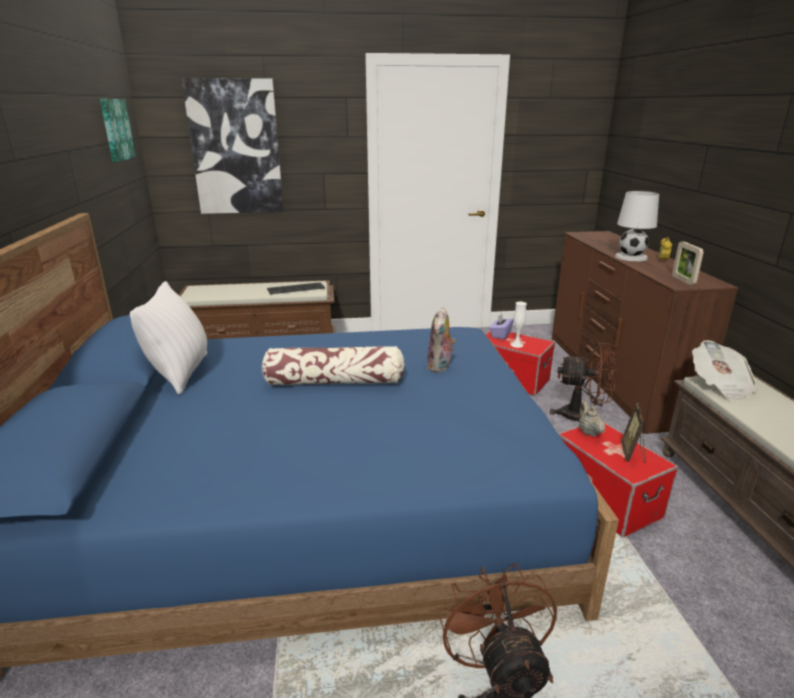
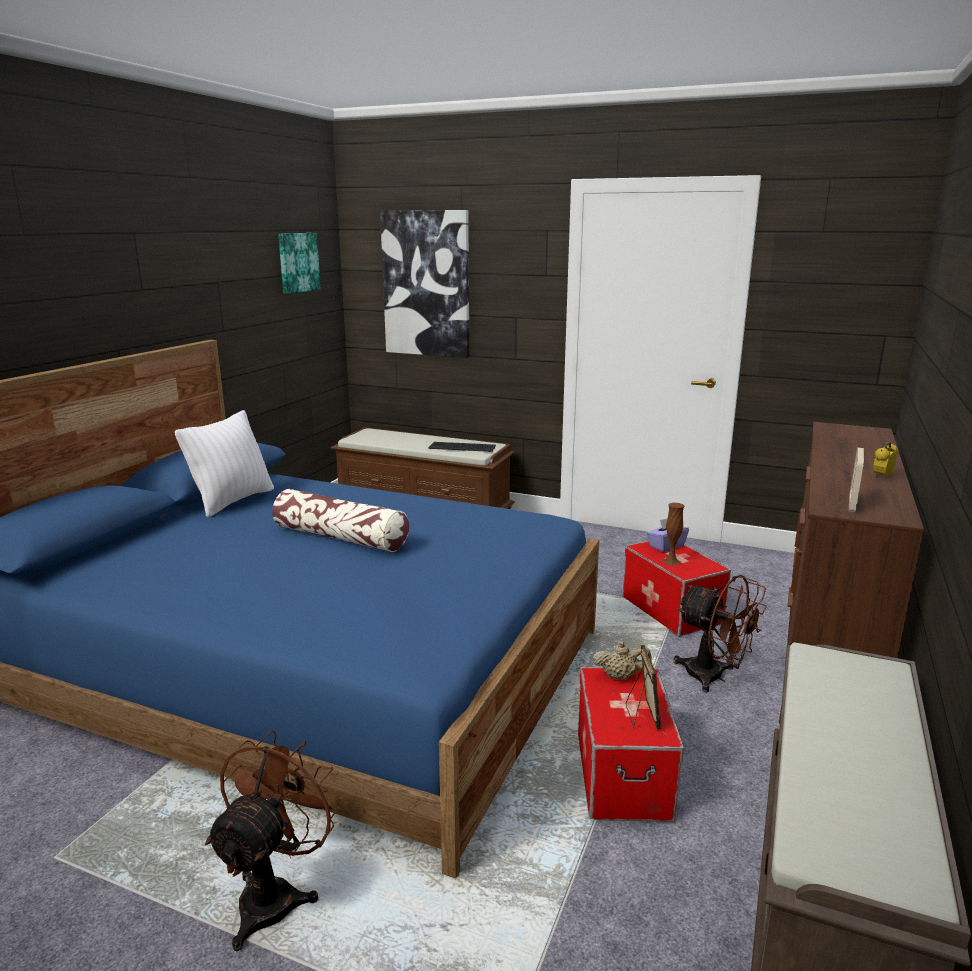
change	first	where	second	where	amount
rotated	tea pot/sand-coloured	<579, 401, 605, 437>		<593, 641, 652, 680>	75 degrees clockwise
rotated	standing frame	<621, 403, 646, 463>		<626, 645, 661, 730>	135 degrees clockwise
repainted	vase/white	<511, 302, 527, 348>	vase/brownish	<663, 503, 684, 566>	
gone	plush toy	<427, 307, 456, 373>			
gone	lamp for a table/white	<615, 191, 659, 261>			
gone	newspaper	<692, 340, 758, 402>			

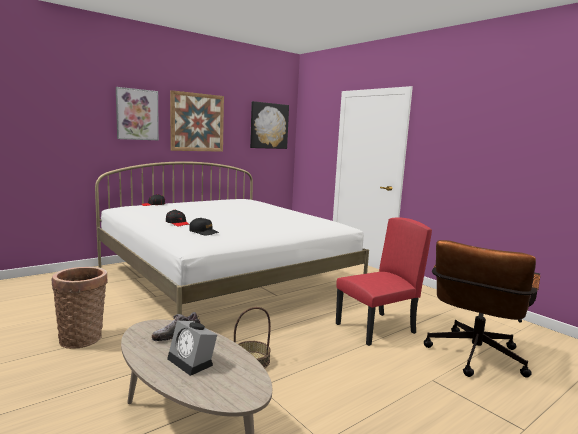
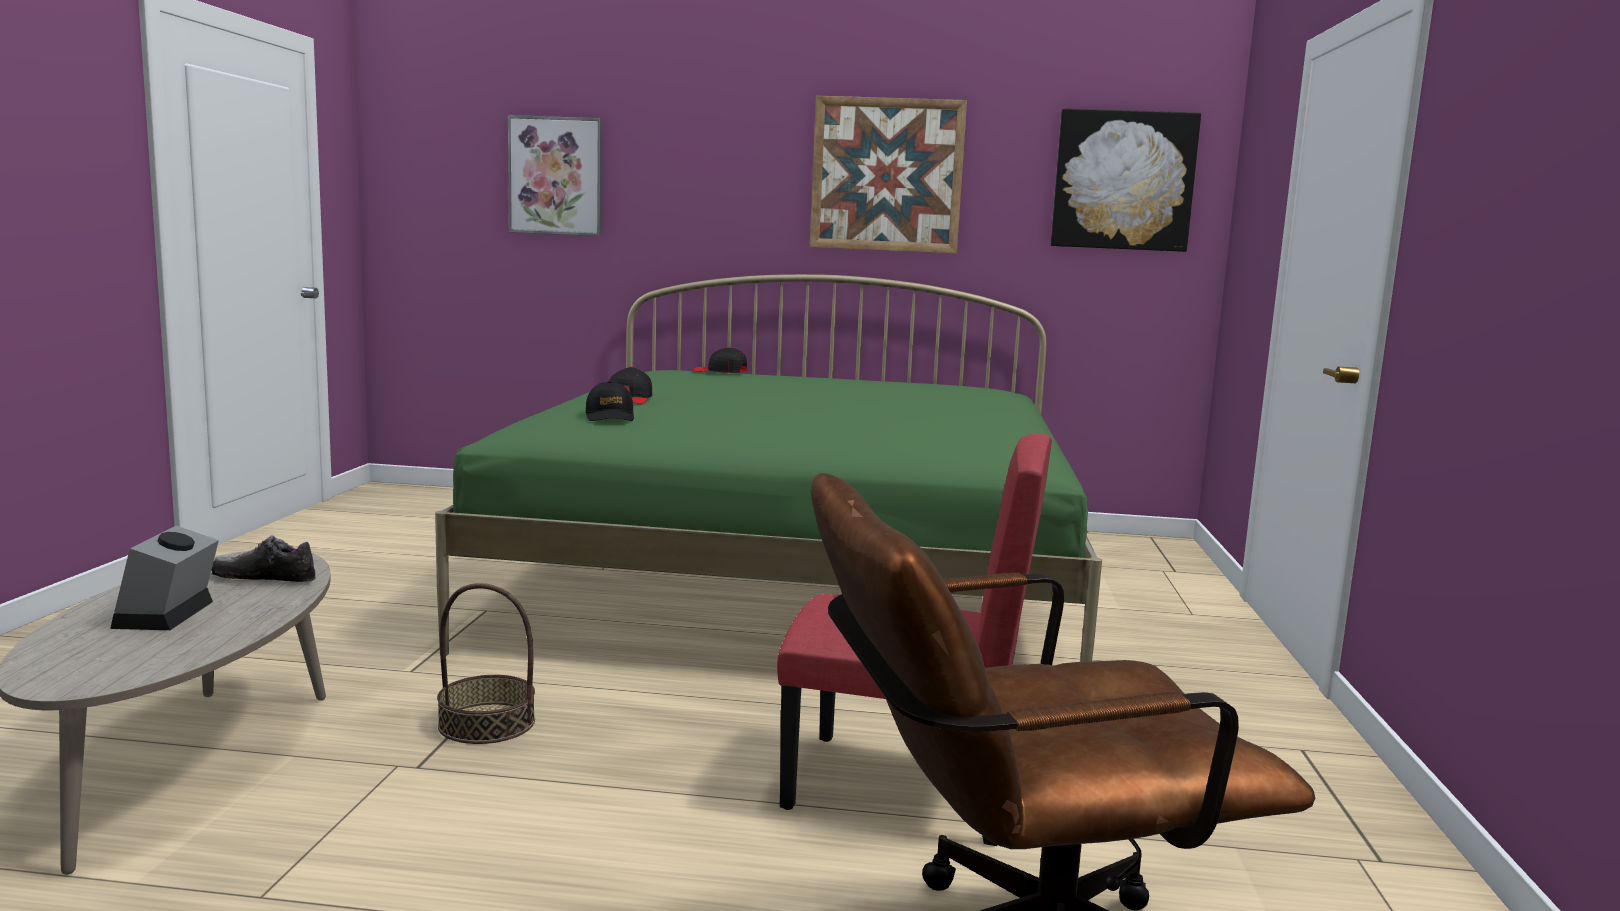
change	first	where	second	where	amount
repainted	sleeping bed/white	<95, 161, 369, 315>	sleeping bed/greenish	<435, 274, 1102, 662>	
shifted	picture	<116, 87, 159, 140>		<508, 115, 602, 236>	
gone	household basket	<51, 267, 108, 349>			

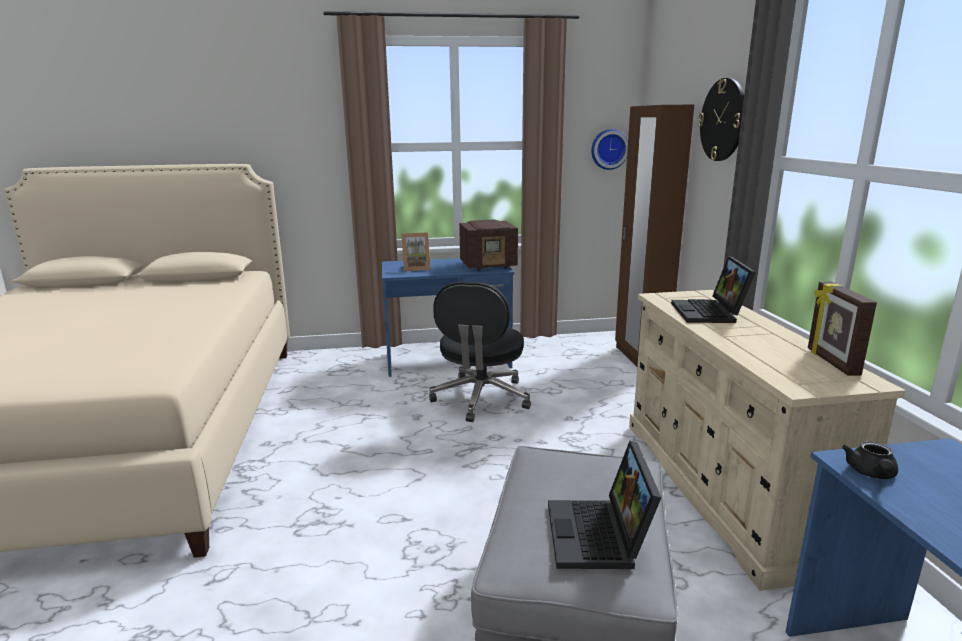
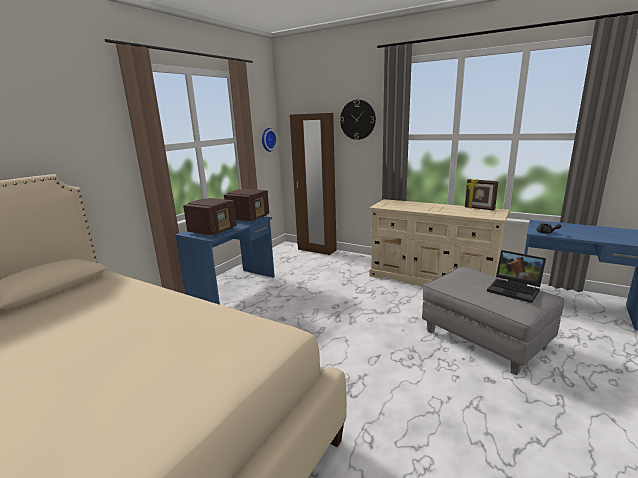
change	first	where	second	where	amount
swapped	standing frame	<401, 232, 431, 271>	radio receiver	<183, 198, 237, 236>	
gone	office chair/blackish	<429, 281, 531, 422>			
gone	laptop	<671, 256, 756, 323>			

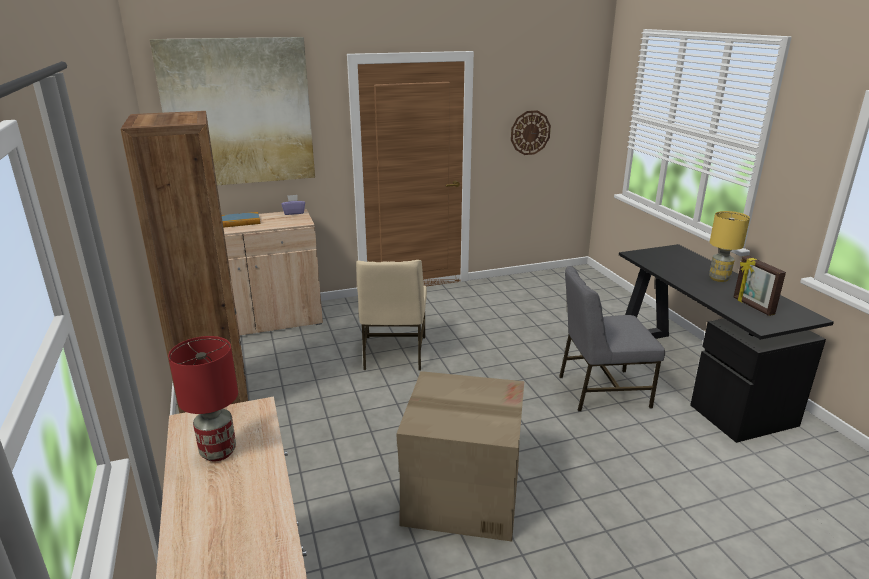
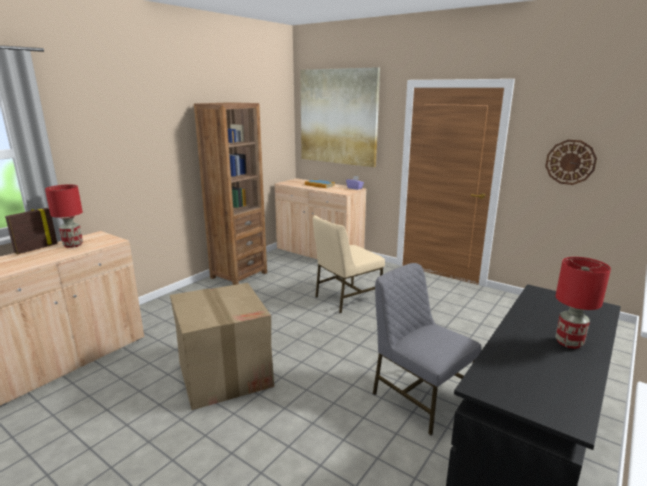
change	first	where	second	where	amount
shifted	standing frame	<734, 256, 786, 316>		<5, 208, 58, 254>	
repainted	lamp for a table/yellowish	<709, 211, 750, 282>	lamp for a table/reddish	<556, 257, 611, 349>	

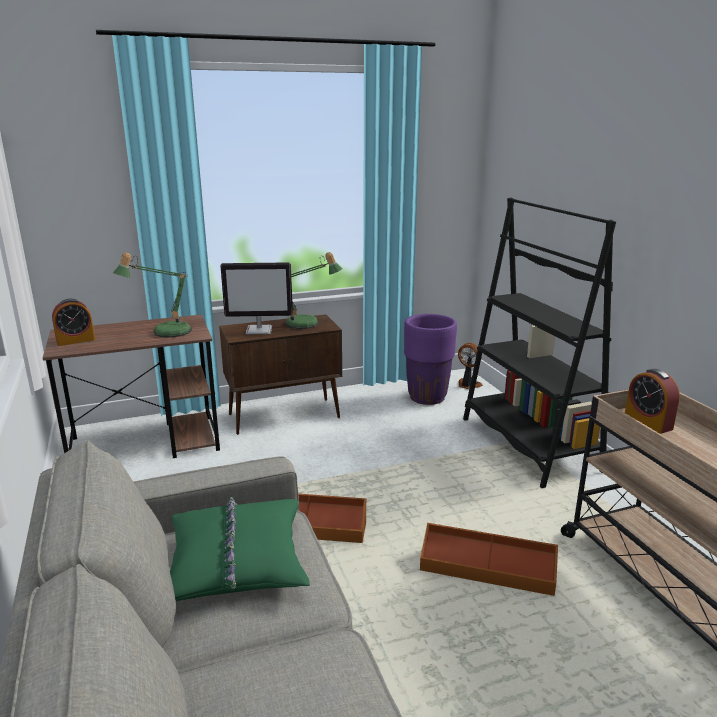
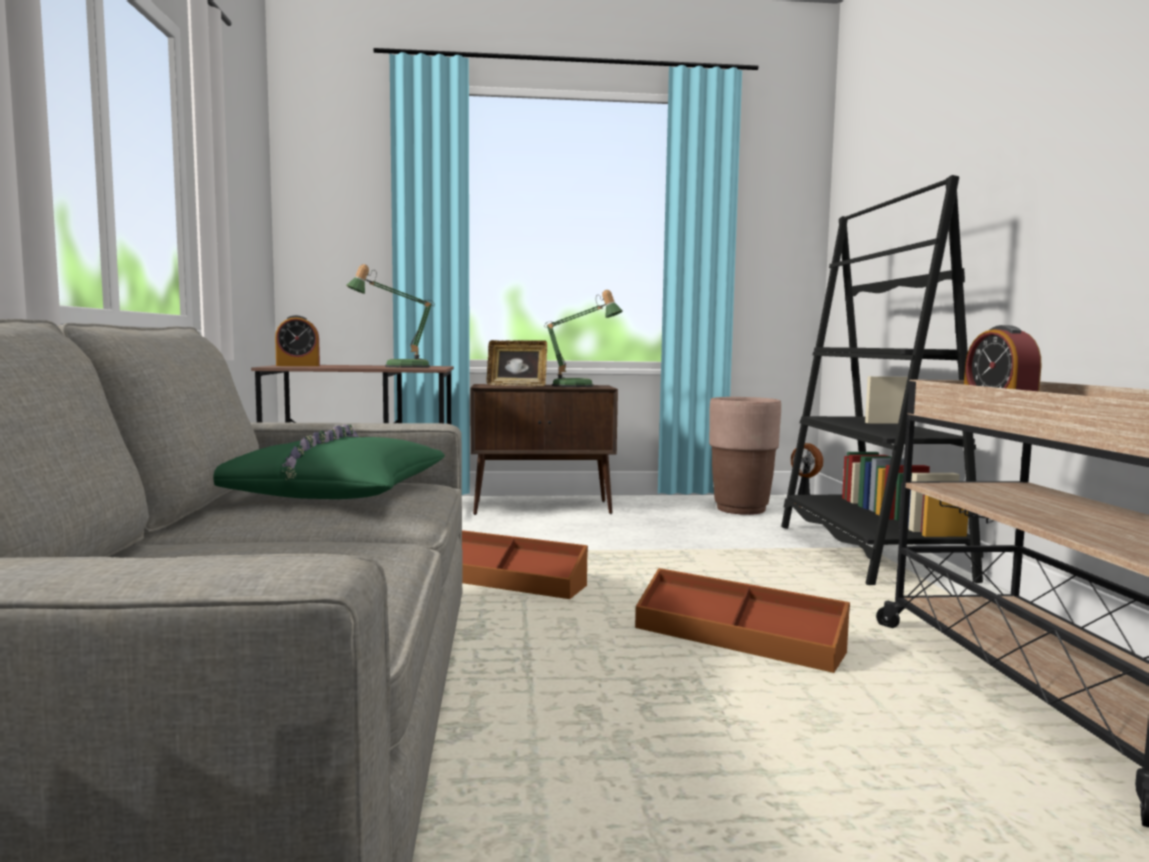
change	first	where	second	where	amount
swapped	monitor	<220, 262, 293, 335>	standing frame	<486, 340, 547, 387>	
repainted	planter/purple-coloured	<404, 314, 457, 405>	planter/brownish	<709, 397, 781, 515>	

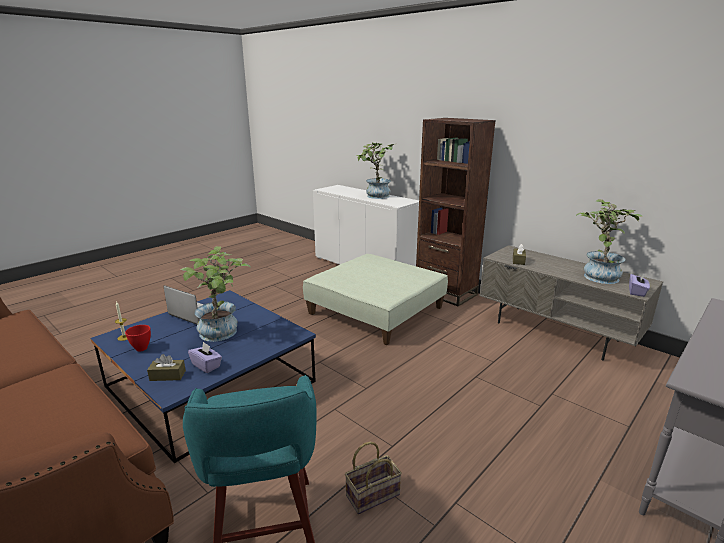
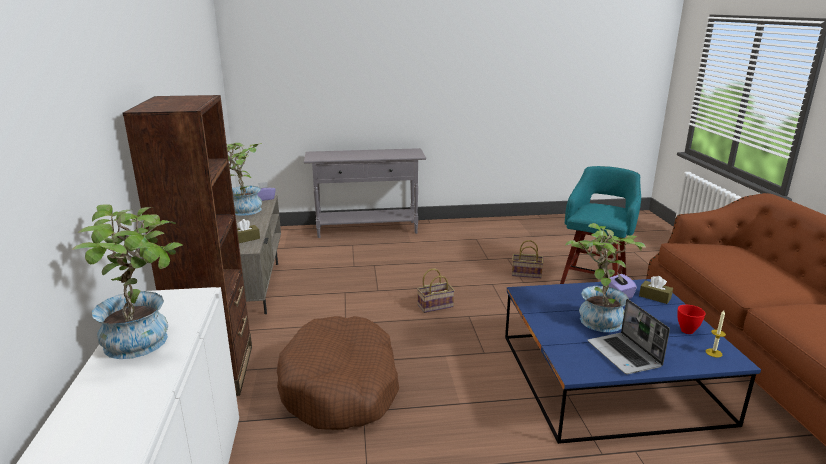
change	first	where	second	where	amount
swapped	ottoman/greenish	<303, 254, 448, 345>	pet bed/brownish	<277, 316, 399, 430>	
new			household basket	<417, 269, 455, 313>	

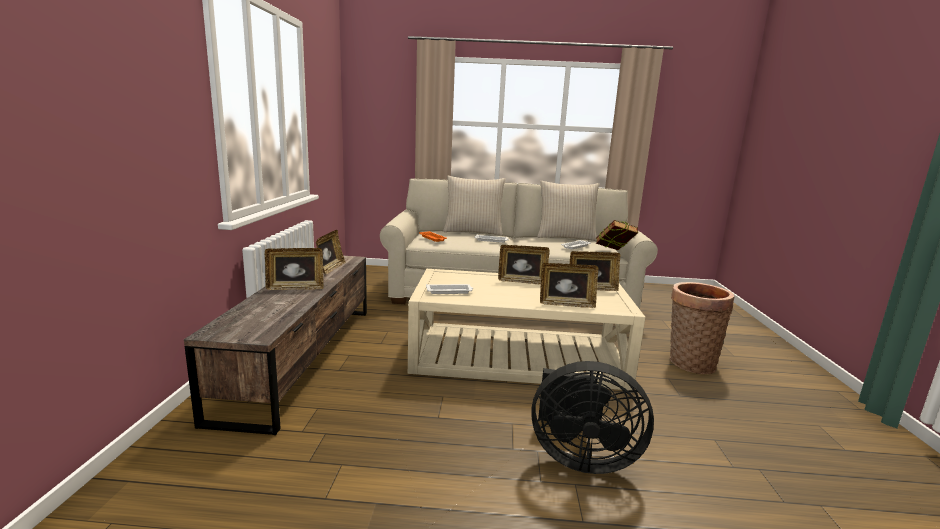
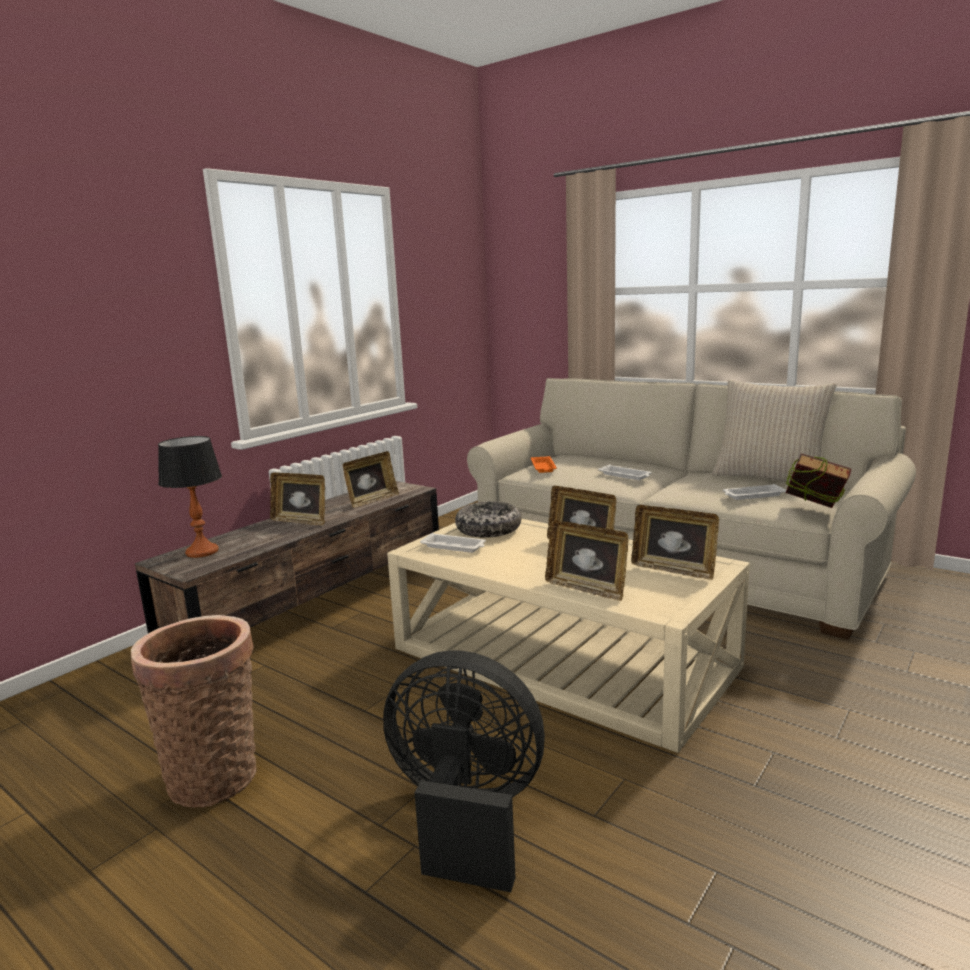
change	first	where	second	where	amount
shifted	household basket	<670, 282, 735, 374>		<131, 615, 256, 807>	
new			lamp for a table	<158, 436, 222, 558>	
rotated	cooling fan/blackish	<532, 361, 654, 474>		<383, 650, 545, 892>	150 degrees clockwise
new			bowl	<455, 501, 521, 538>	
gone	throw pillow/sand-coloured	<443, 176, 506, 236>			

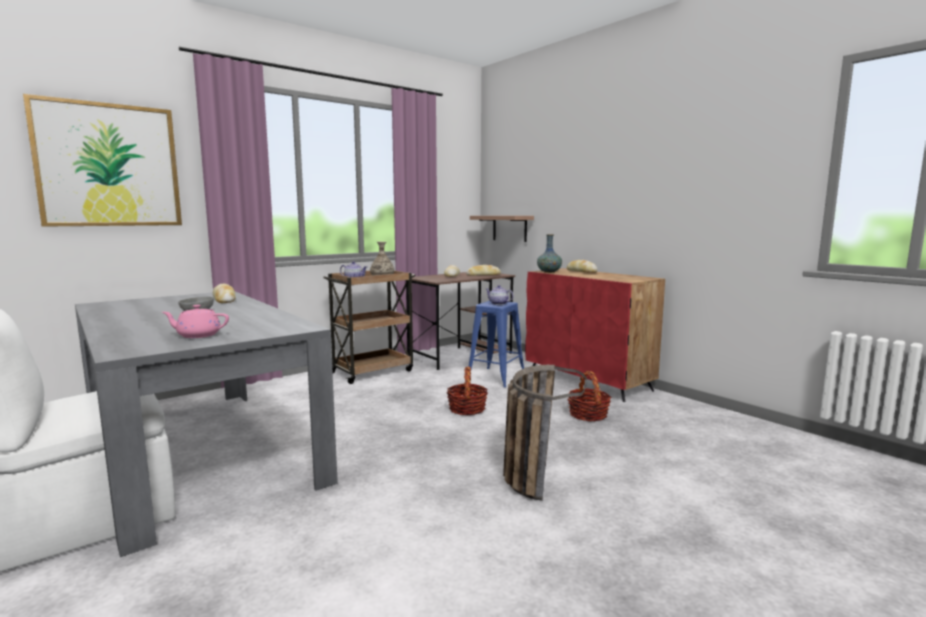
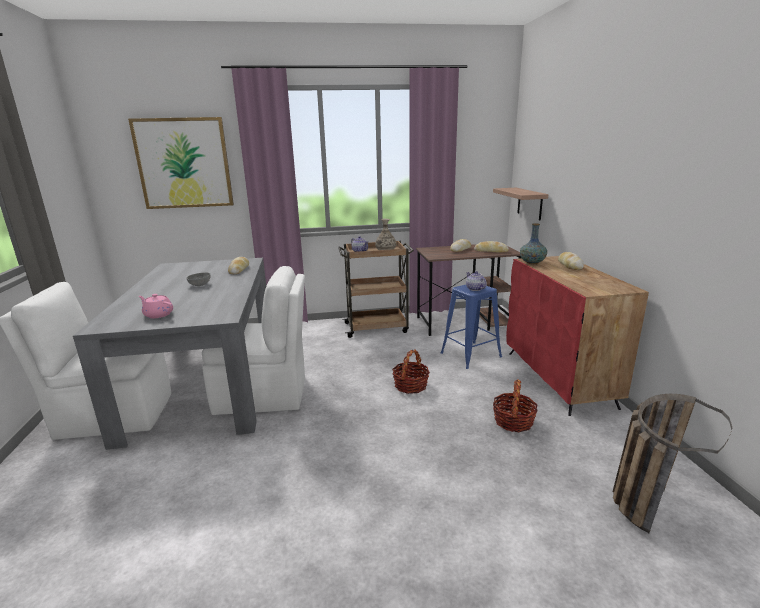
change	first	where	second	where	amount
new			chair/white	<202, 266, 305, 415>	
shifted	household basket	<503, 365, 587, 501>		<613, 394, 732, 533>	

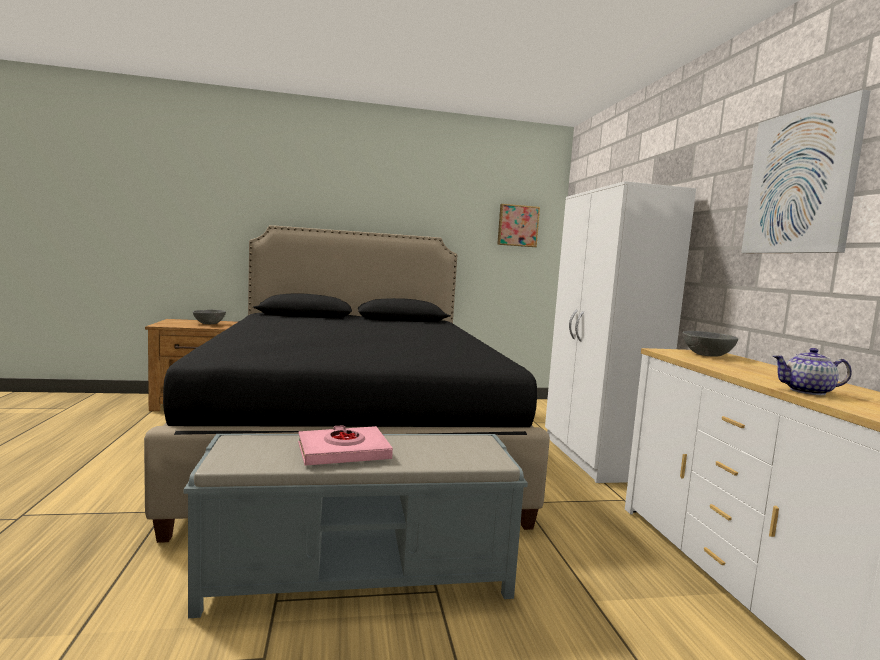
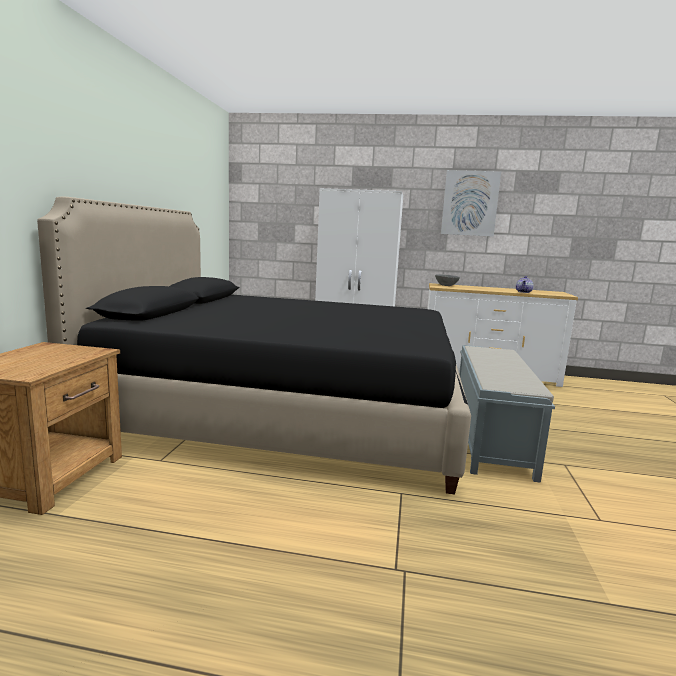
change	first	where	second	where	amount
gone	bowl/grey	<193, 310, 226, 324>			
gone	volume/pinkish	<298, 425, 393, 466>			
gone	picture	<497, 204, 540, 247>			

